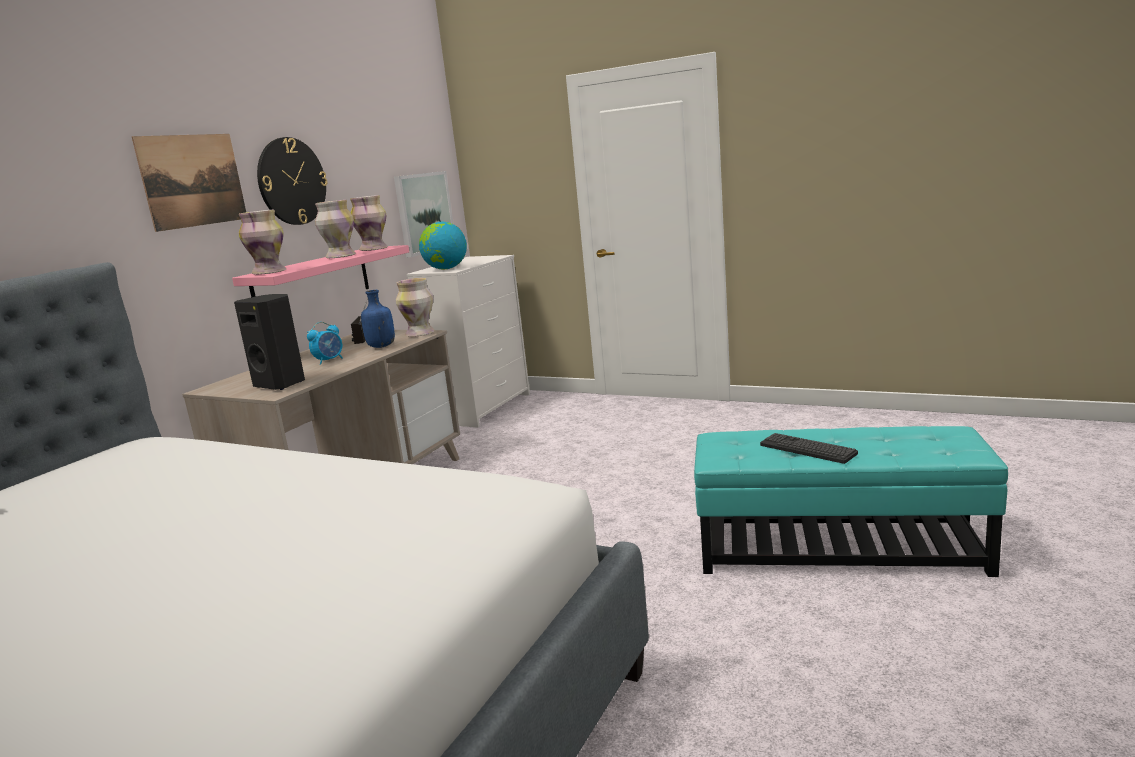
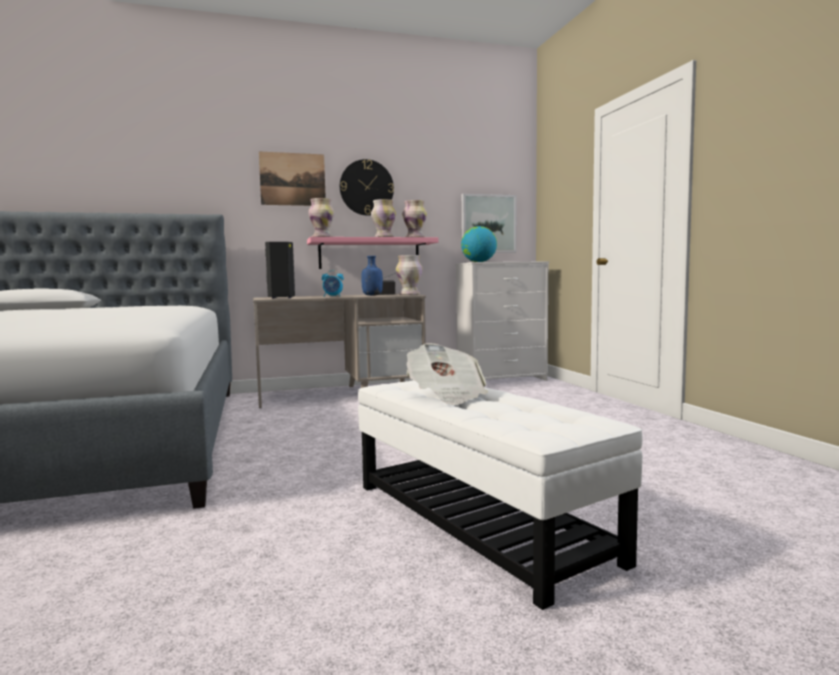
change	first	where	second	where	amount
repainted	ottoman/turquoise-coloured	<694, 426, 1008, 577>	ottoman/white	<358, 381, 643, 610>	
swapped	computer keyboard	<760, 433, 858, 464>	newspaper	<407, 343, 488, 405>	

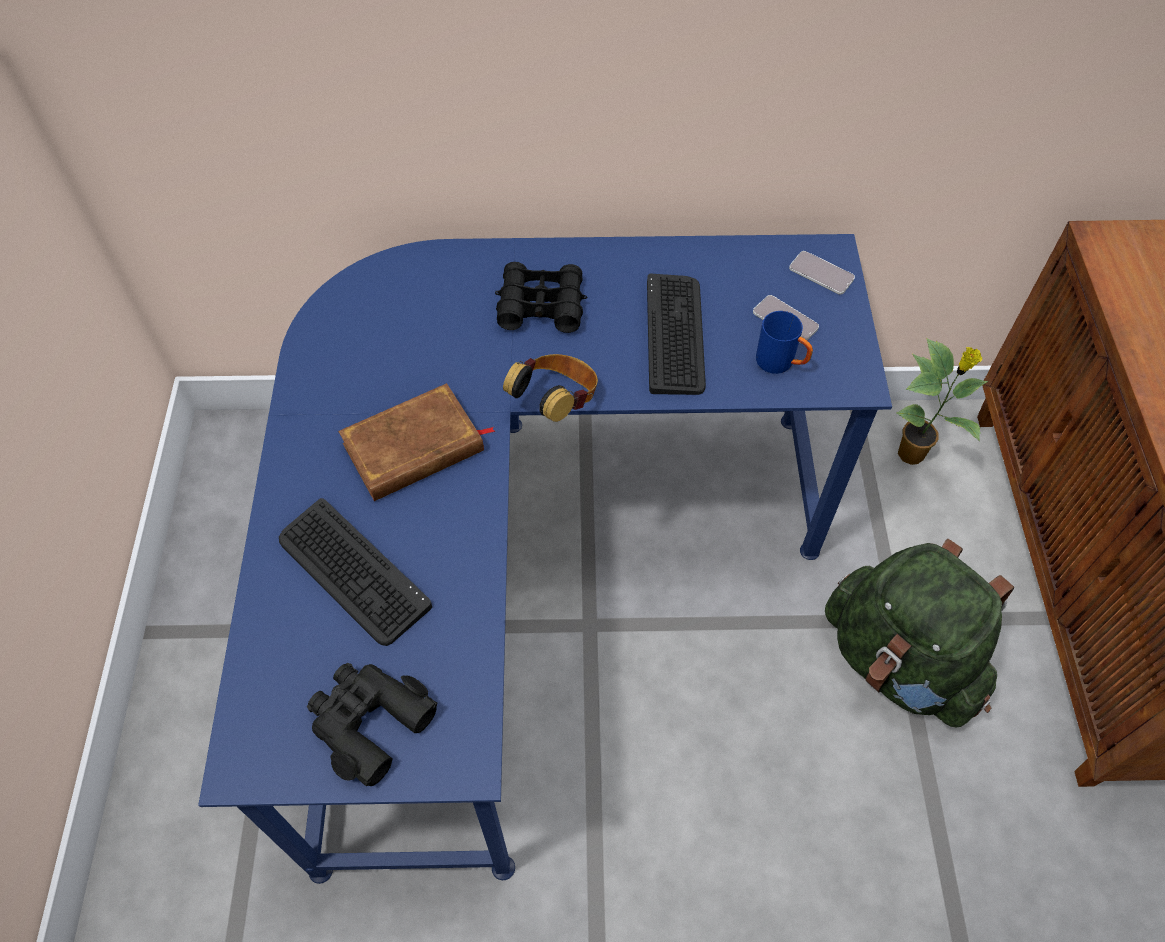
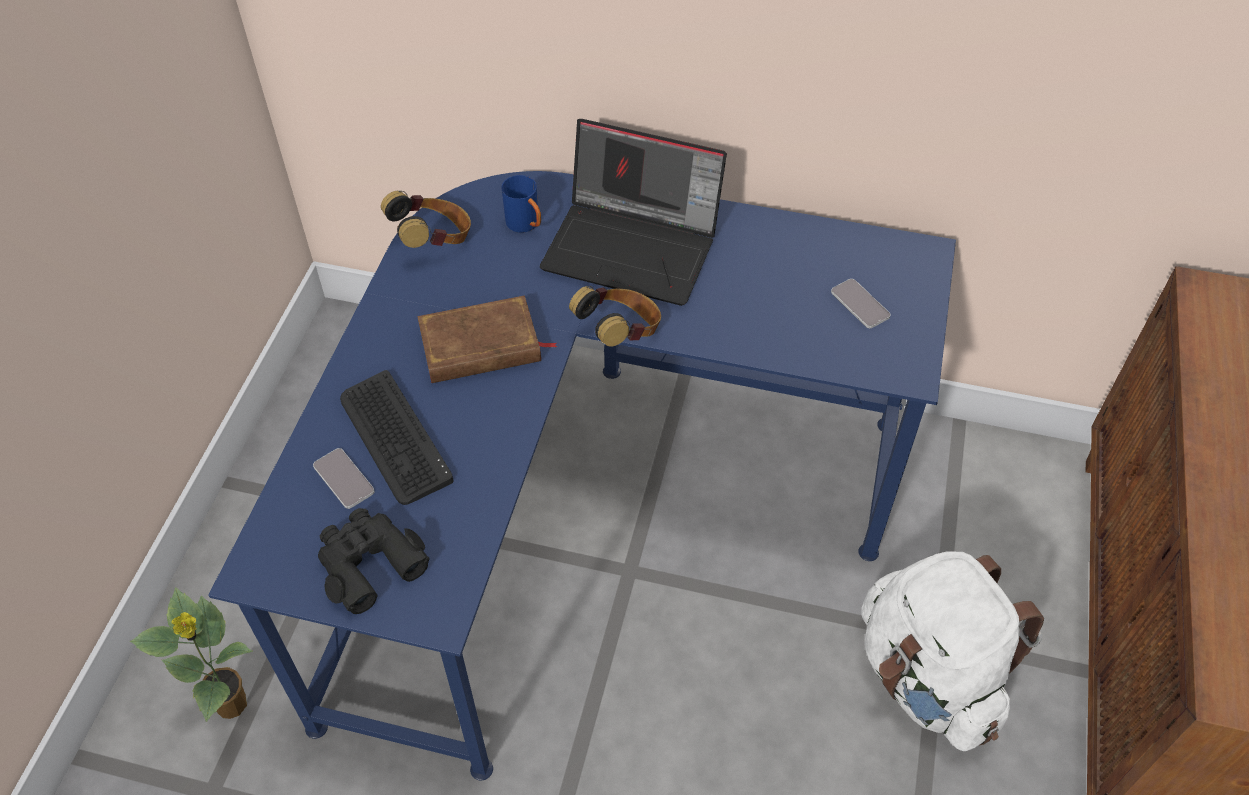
change	first	where	second	where	amount
shifted	houseplant	<897, 338, 988, 465>		<130, 587, 253, 722>	
shifted	telephone	<789, 251, 855, 295>		<313, 448, 375, 509>	
new			pair of headphones	<381, 191, 471, 248>	
shifted	tea mug/blue-coloured	<756, 311, 813, 374>		<502, 175, 541, 233>	
swapped	field glasses/blackish	<495, 262, 587, 333>	laptop	<540, 119, 727, 306>	
repainted	knapsack/greenish	<825, 539, 1014, 727>	knapsack/white	<861, 552, 1044, 751>	
gone	computer keyboard	<647, 274, 706, 395>			

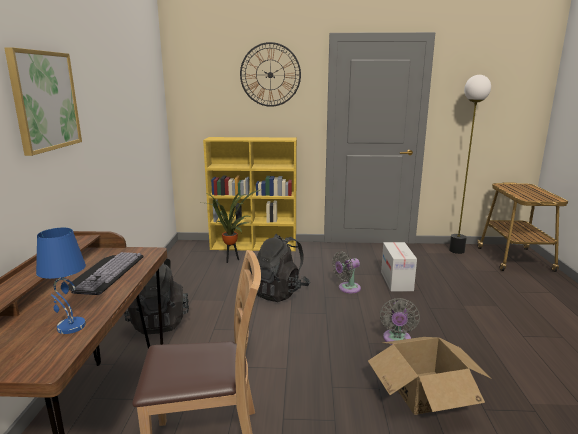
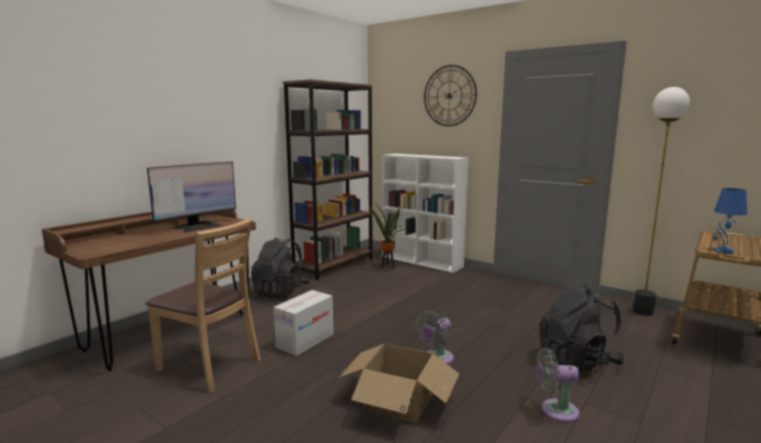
change	first	where	second	where	amount
swapped	computer keyboard	<68, 252, 144, 295>	monitor	<147, 162, 236, 233>	
shifted	cardboard box	<381, 242, 417, 291>		<274, 290, 333, 356>	
new			bookshelf/brownish	<283, 79, 373, 280>	
repainted	bookshelf/yellowish	<203, 137, 297, 251>	bookshelf/white	<382, 154, 469, 273>	
shifted	cooling fan/grey	<332, 251, 361, 293>		<536, 348, 580, 423>	
shifted	knapsack/blackish	<250, 234, 310, 302>		<539, 285, 626, 373>	
shifted	lamp for a table/blue-coloured	<36, 228, 86, 334>		<714, 188, 747, 254>	
gone	picture	<4, 47, 82, 156>			

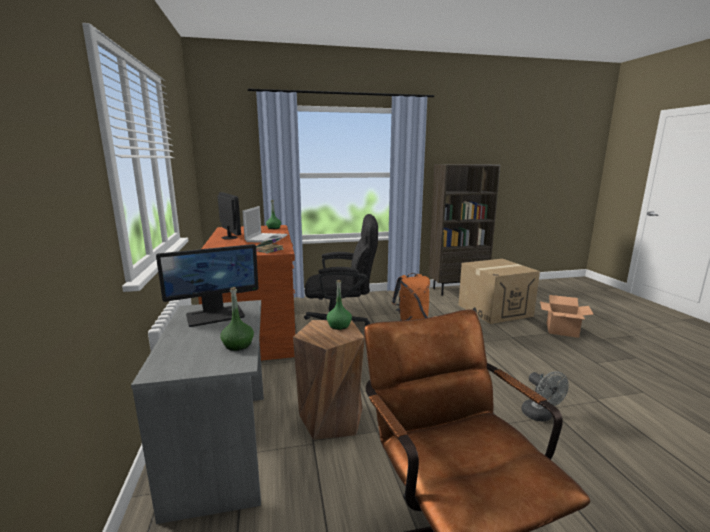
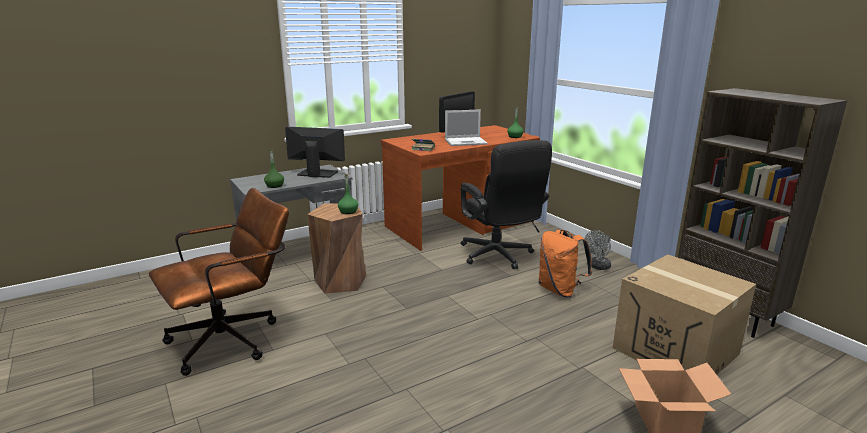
change	first	where	second	where	amount
rotated	monitor	<156, 244, 258, 327>		<285, 127, 345, 178>	150 degrees clockwise
shifted	cooling fan/grey	<521, 371, 569, 422>		<585, 230, 611, 270>	

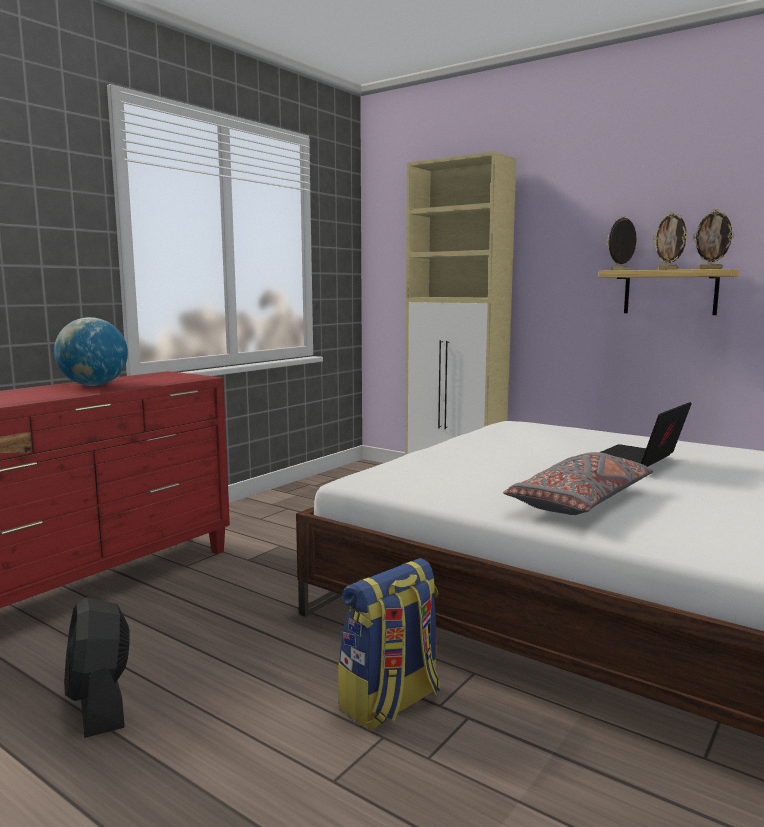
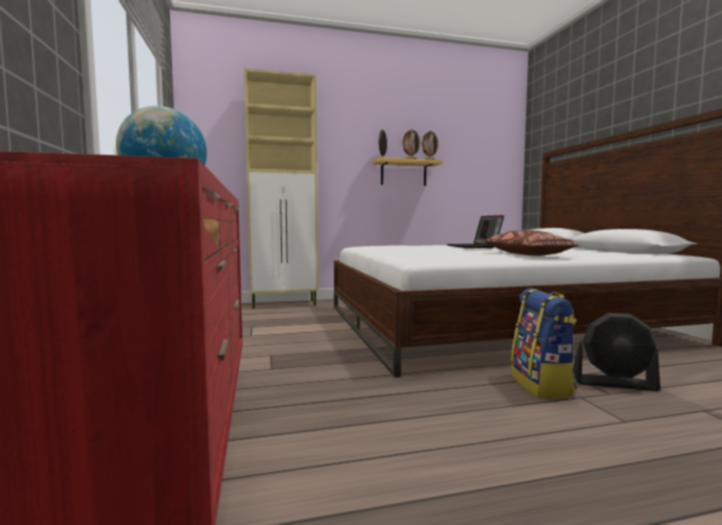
change	first	where	second	where	amount
repainted	throw pillow/grey	<503, 452, 653, 515>	throw pillow/brownish	<485, 230, 579, 256>	
shifted	cooling fan/blackish	<64, 597, 130, 738>		<573, 313, 661, 391>	

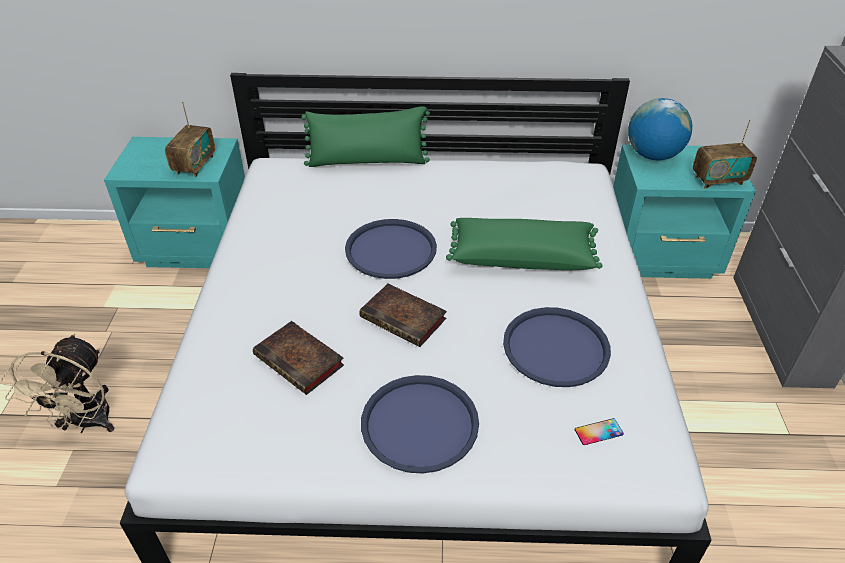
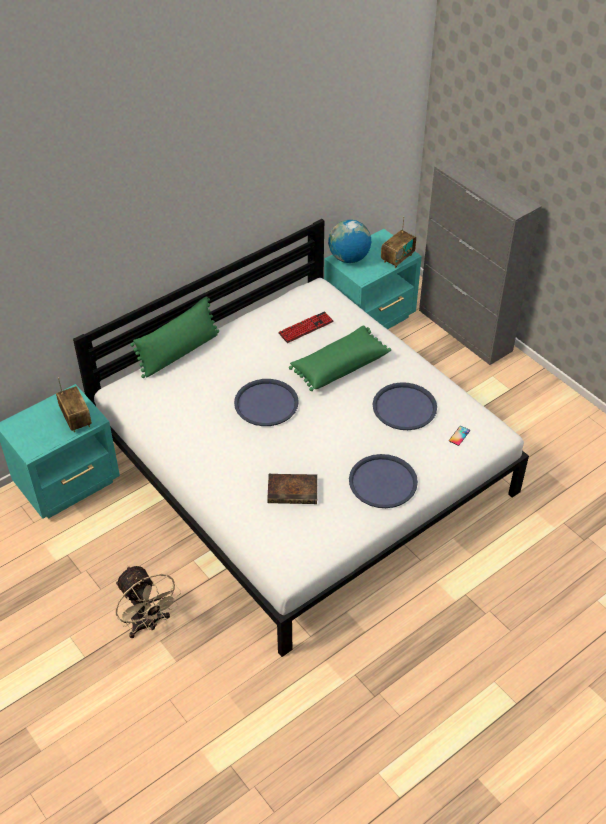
change	first	where	second	where	amount
new			computer keyboard	<278, 311, 334, 343>	
gone	volume	<359, 283, 447, 347>			

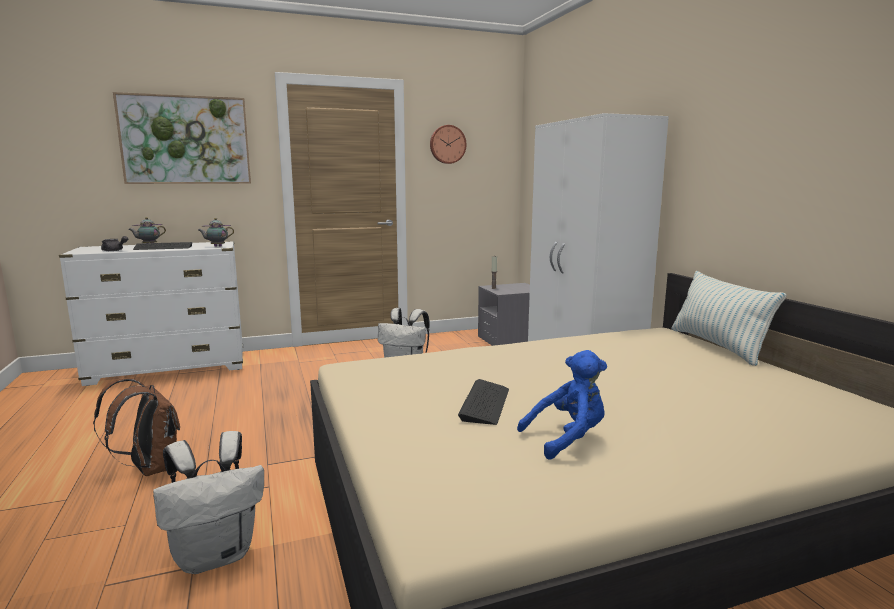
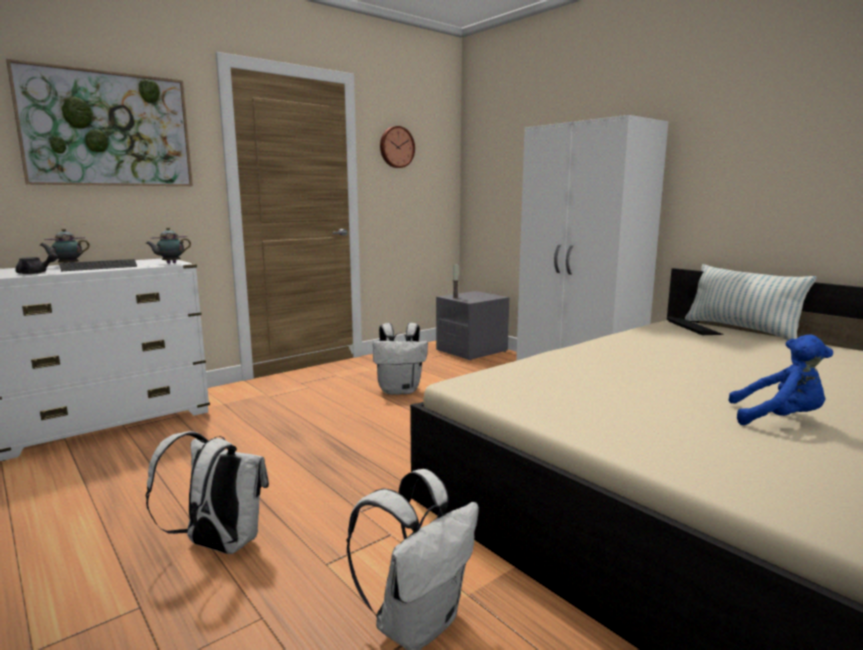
change	first	where	second	where	amount
repainted	knapsack/brownish	<93, 378, 180, 476>	knapsack/white	<146, 431, 269, 554>	
shifted	computer keyboard	<458, 379, 509, 425>		<667, 316, 724, 335>	
rotated	plush toy/blue-coloured	<517, 350, 607, 460>		<728, 335, 833, 425>	60 degrees clockwise

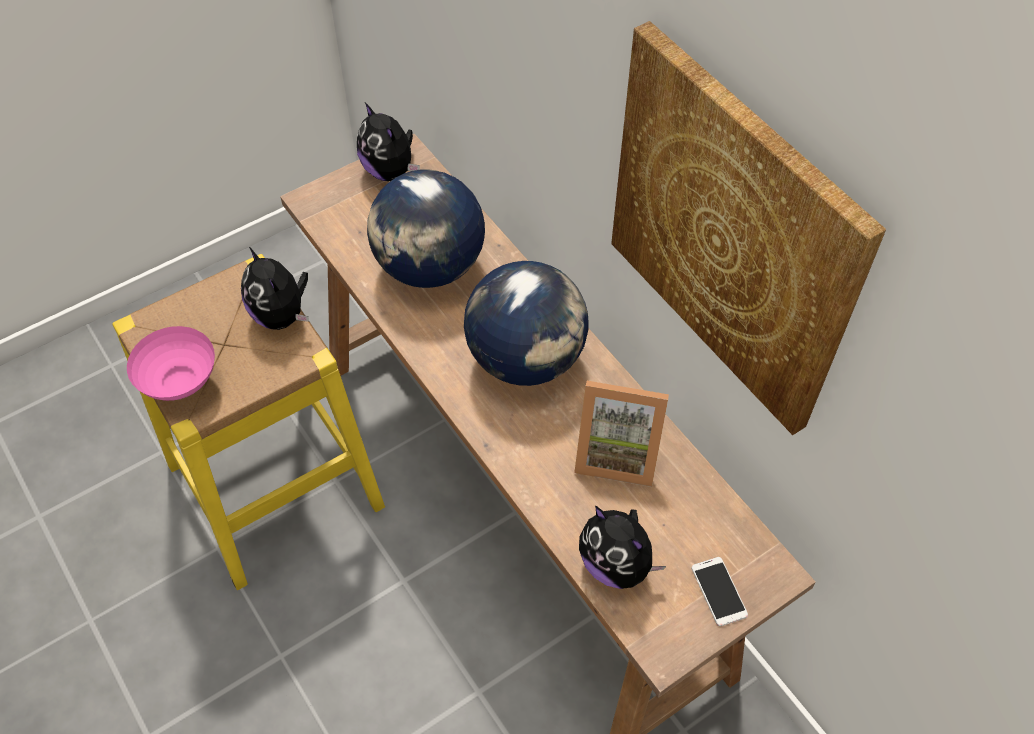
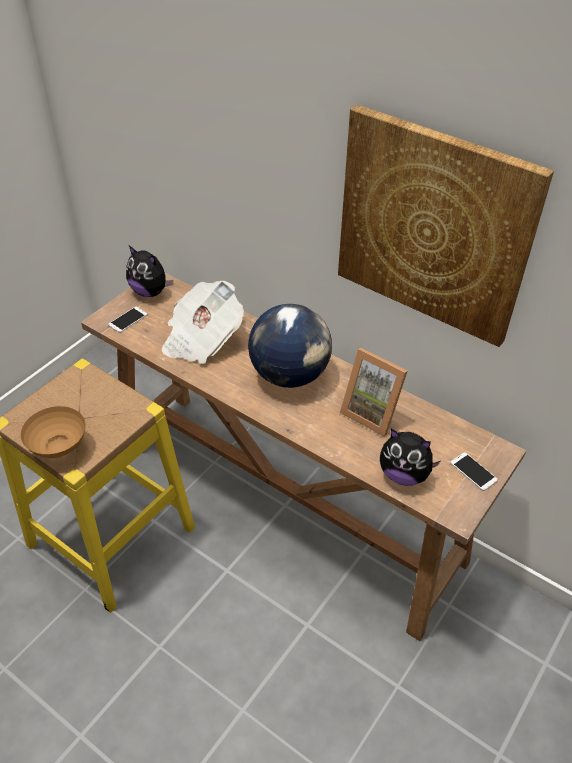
change	first	where	second	where	amount
repainted	bowl/pinkish	<127, 326, 215, 401>	bowl/brownish	<21, 406, 86, 459>	
new			telephone	<108, 307, 147, 333>	
swapped	world globe	<367, 169, 485, 288>	newspaper	<162, 281, 244, 364>	
rotated	standing frame	<574, 381, 669, 487>		<340, 348, 408, 437>	45 degrees clockwise
gone	plush toy	<241, 247, 309, 330>			

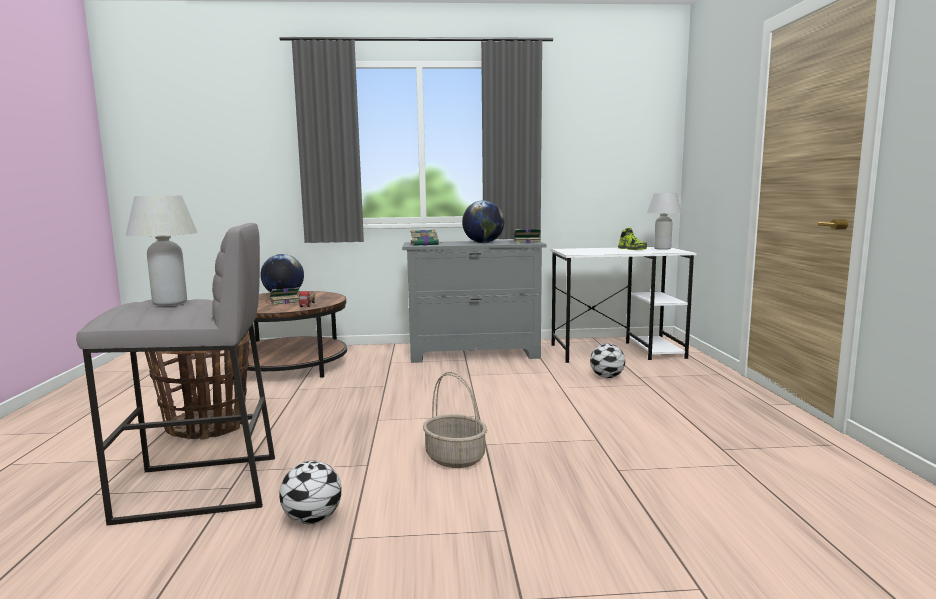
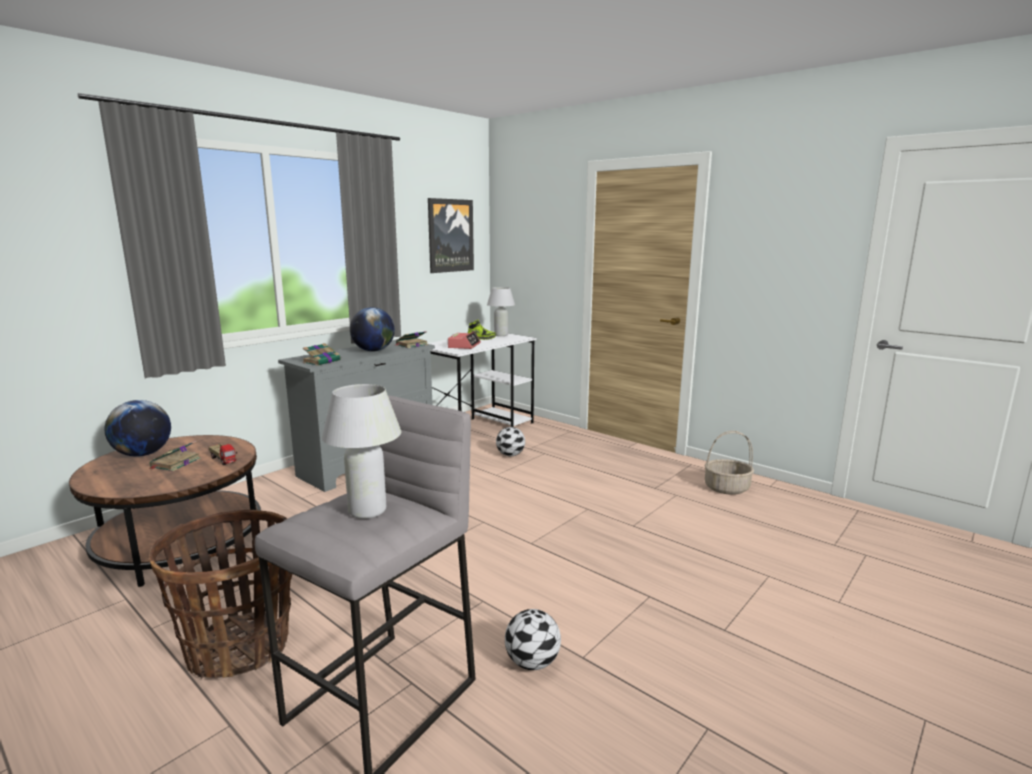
change	first	where	second	where	amount
new			picture	<428, 198, 474, 273>	
new			table clock	<448, 331, 481, 349>	
shifted	household basket	<423, 372, 487, 468>		<704, 431, 754, 495>	

